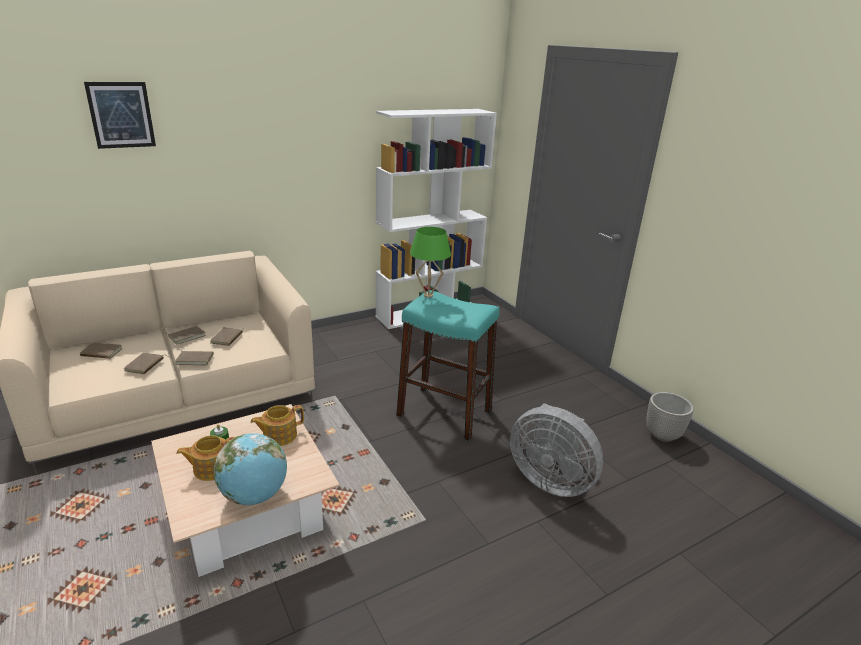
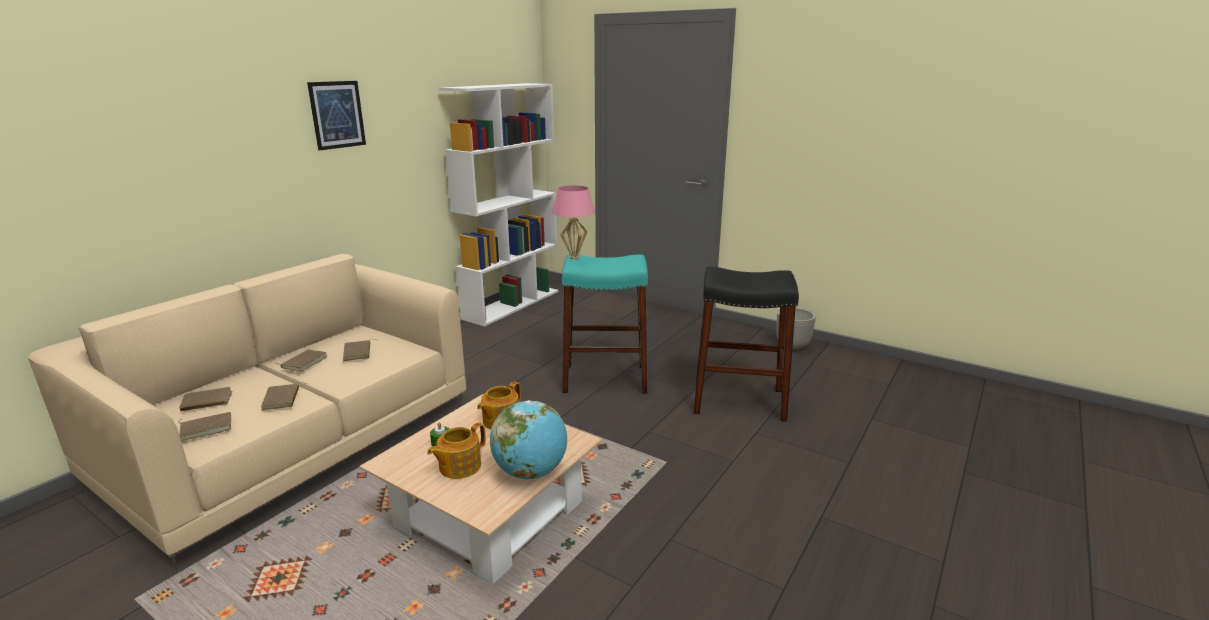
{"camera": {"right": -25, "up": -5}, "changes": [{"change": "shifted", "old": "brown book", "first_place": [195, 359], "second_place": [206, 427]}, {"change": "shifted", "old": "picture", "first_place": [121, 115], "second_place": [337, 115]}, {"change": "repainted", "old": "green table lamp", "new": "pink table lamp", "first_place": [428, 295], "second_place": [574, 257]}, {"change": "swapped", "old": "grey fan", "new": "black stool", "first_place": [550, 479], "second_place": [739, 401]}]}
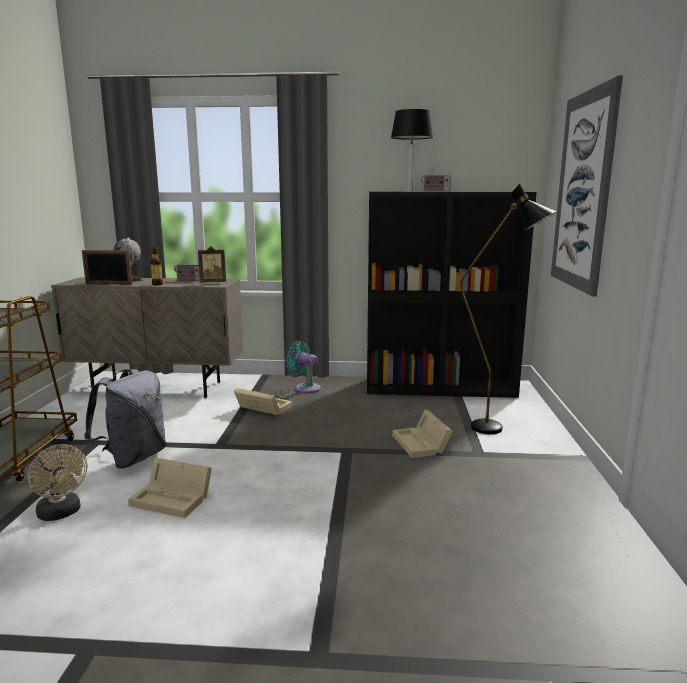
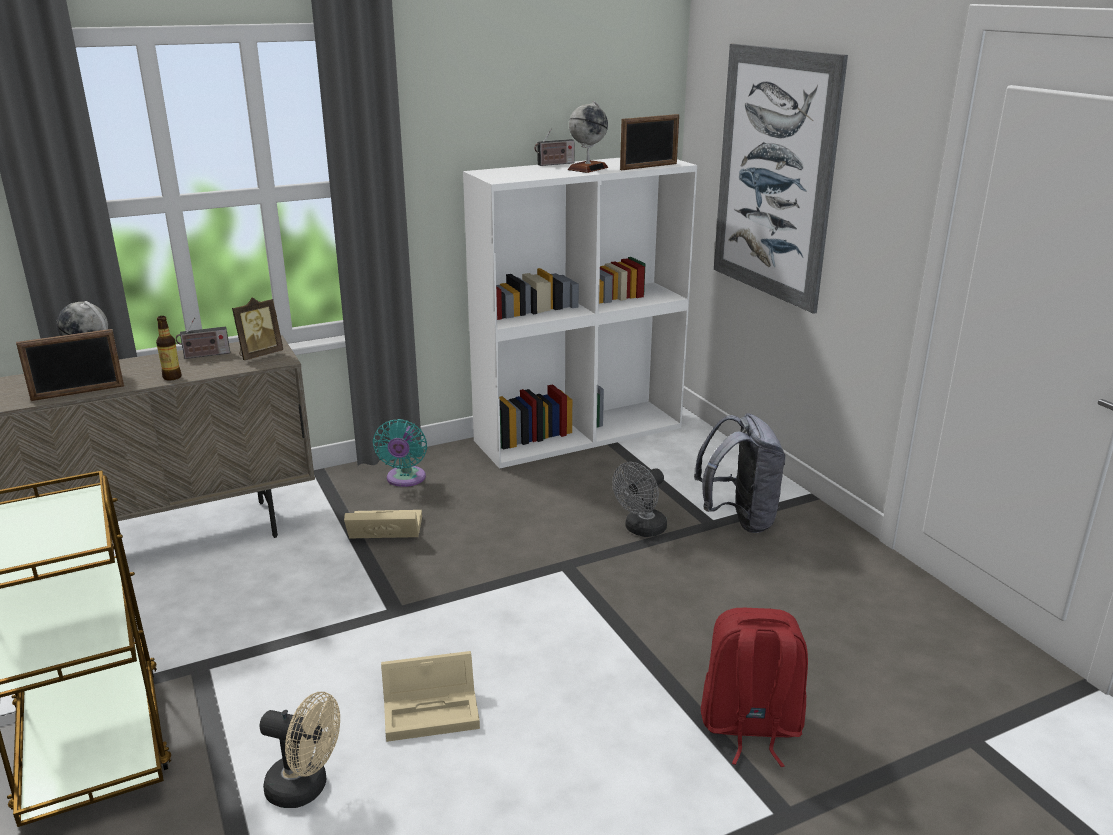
{"camera": {"right": -30, "up": 10}, "changes": [{"change": "rotated", "old": "turquoise fan", "first_place": [305, 388], "second_place": [405, 479], "degrees": -90}, {"change": "repainted", "old": "black bookcase", "new": "white bookcase", "first_place": [440, 387], "second_place": [579, 433]}, {"change": "new", "new": "globe", "second_place": [588, 168]}, {"change": "swapped", "old": "beige storage box", "new": "grey fan", "first_place": [422, 444], "second_place": [641, 530]}, {"change": "new", "new": "picture frame", "second_place": [649, 167]}, {"change": "shifted", "old": "grey backpack", "first_place": [133, 458], "second_place": [739, 519]}, {"change": "new", "new": "red backpack", "second_place": [750, 727]}, {"change": "gone", "old": "black table lamp", "first_place": [410, 191]}, {"change": "gone", "old": "black floor lamp", "first_place": [498, 430]}]}
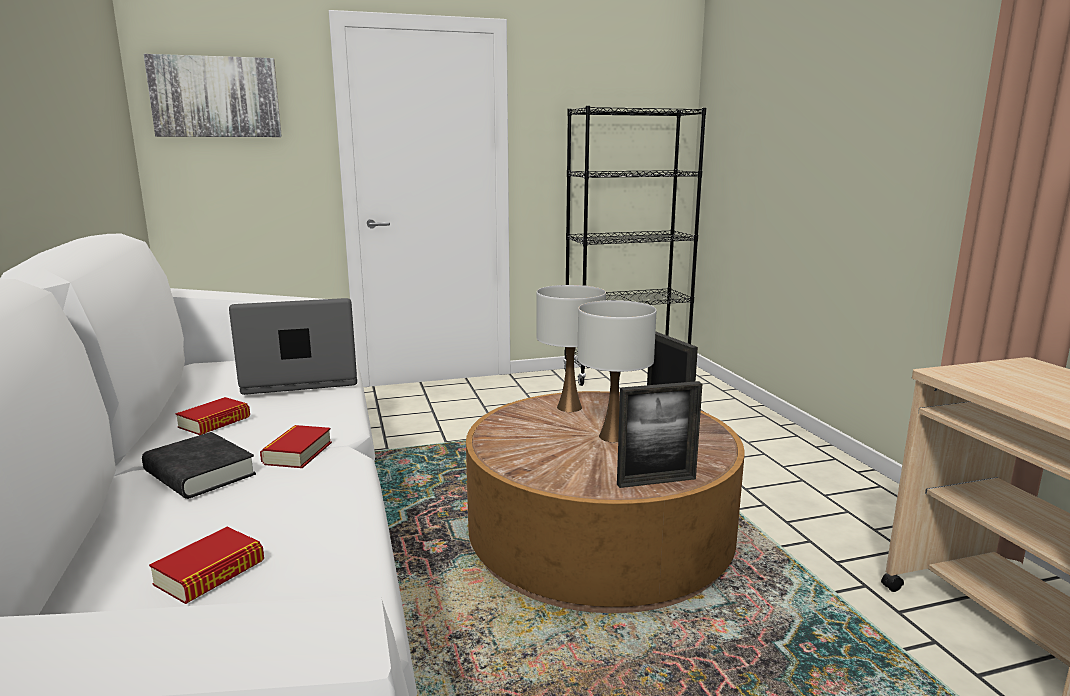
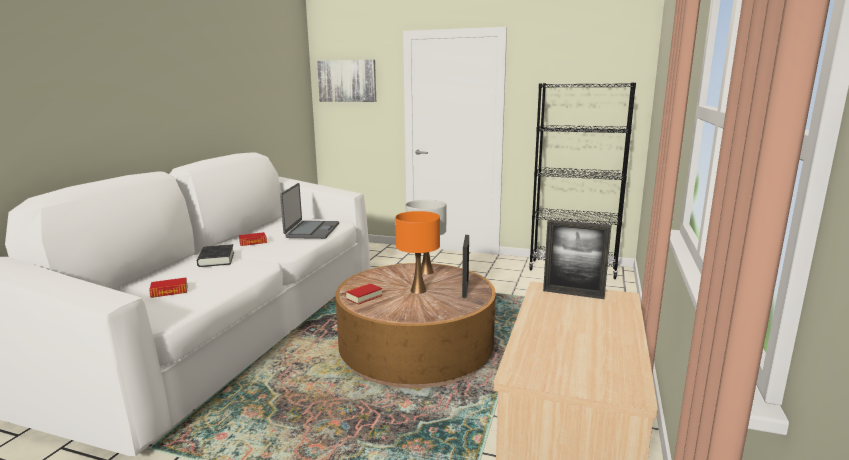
{"camera": {"right": 35, "up": 0}, "changes": [{"change": "rotated", "old": "laptop", "first_place": [301, 379], "second_place": [312, 231], "degrees": 75}, {"change": "shifted", "old": "book", "first_place": [297, 453], "second_place": [364, 297]}, {"change": "repainted", "old": "white table lamp", "new": "orange table lamp", "first_place": [612, 436], "second_place": [418, 290]}, {"change": "shifted", "old": "picture frame", "first_place": [656, 481], "second_place": [573, 294]}]}
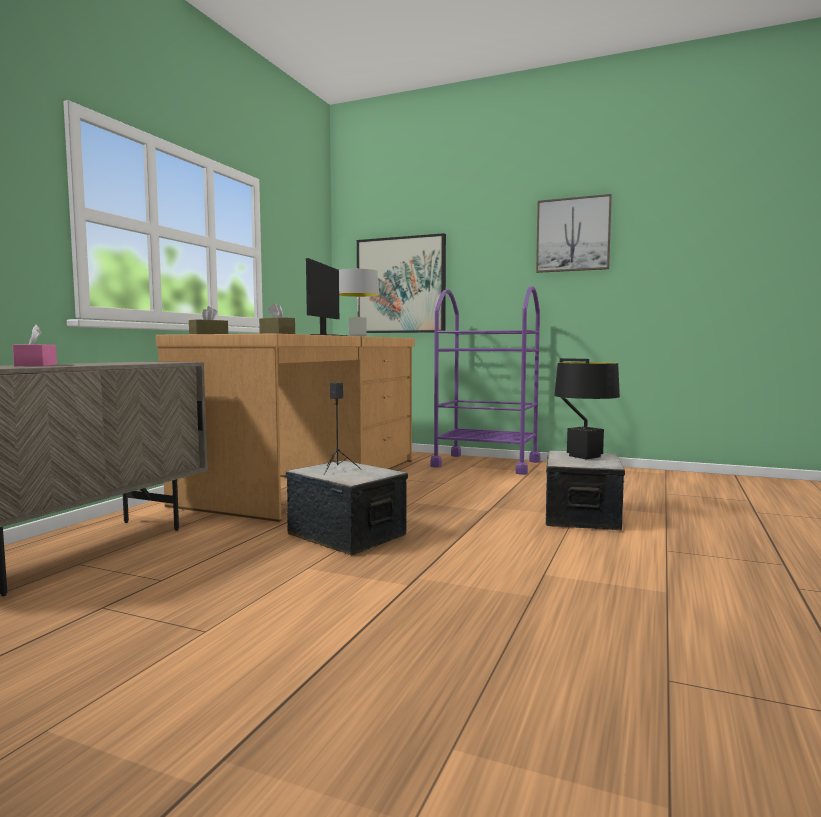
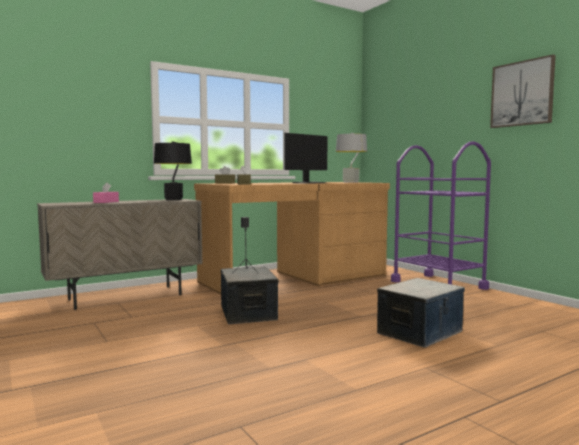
{"camera": {"right": 35, "up": 0}, "changes": [{"change": "shifted", "old": "black table lamp", "first_place": [584, 456], "second_place": [174, 199]}, {"change": "gone", "old": "picture", "first_place": [401, 285]}]}
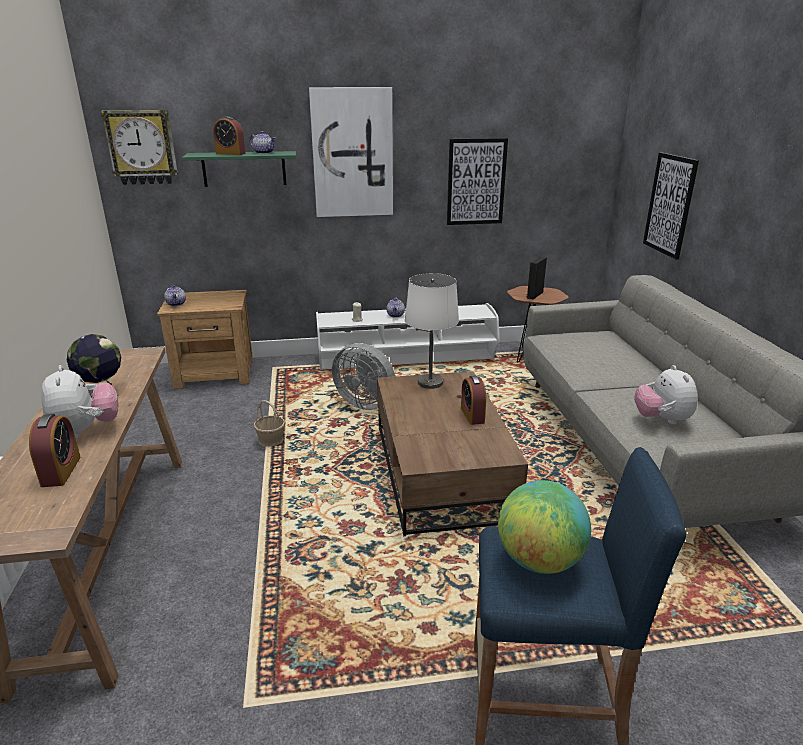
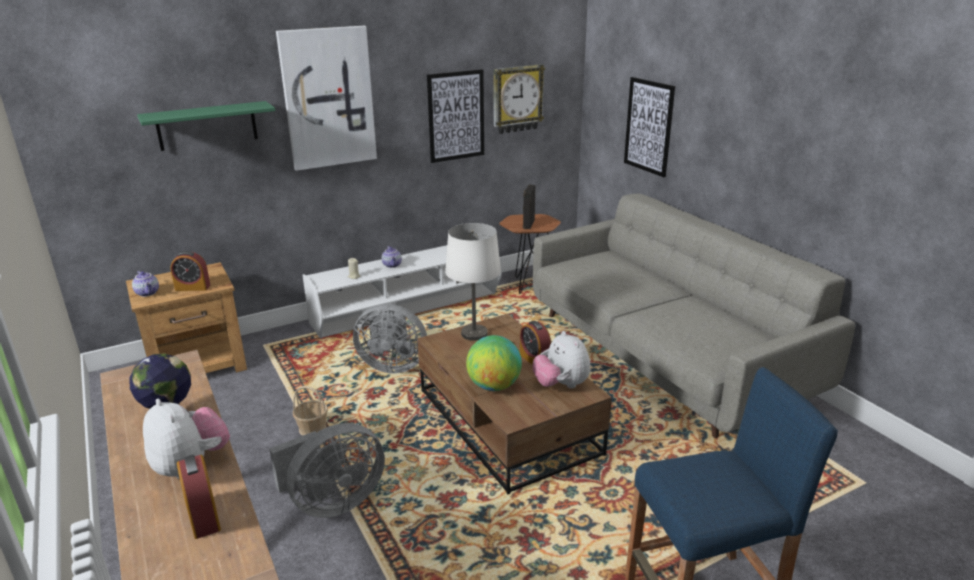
{"camera": {"right": -20, "up": 0}, "changes": [{"change": "shifted", "old": "alarm clock", "first_place": [230, 153], "second_place": [193, 287]}, {"change": "new", "new": "grey fan", "second_place": [333, 502]}, {"change": "shifted", "old": "globe", "first_place": [539, 560], "second_place": [494, 386]}, {"change": "shifted", "old": "wall clock", "first_place": [142, 147], "second_place": [517, 99]}, {"change": "shifted", "old": "plush toy", "first_place": [661, 419], "second_place": [561, 385]}, {"change": "gone", "old": "teapot", "first_place": [264, 153]}]}
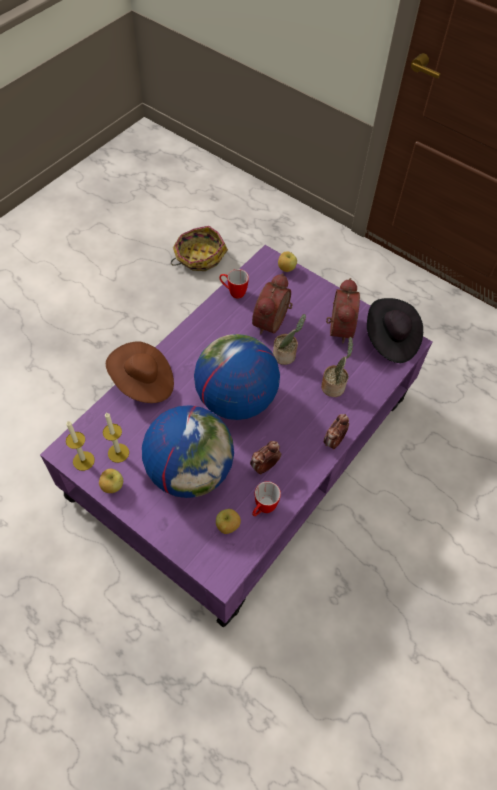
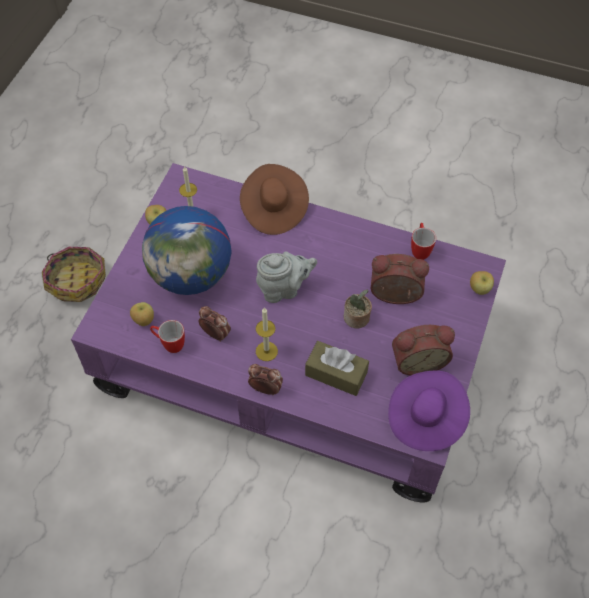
{"camera": {"right": 75, "up": 0}, "changes": [{"change": "shifted", "old": "basket", "first_place": [199, 256], "second_place": [77, 280]}, {"change": "swapped", "old": "globe", "new": "grey teapot", "first_place": [236, 399], "second_place": [283, 289]}, {"change": "shifted", "old": "candle", "first_place": [83, 461], "second_place": [266, 351]}, {"change": "swapped", "old": "potted plant", "new": "brown tissue box", "first_place": [334, 386], "second_place": [336, 373]}, {"change": "repainted", "old": "black hat", "new": "purple hat", "first_place": [390, 340], "second_place": [425, 418]}]}
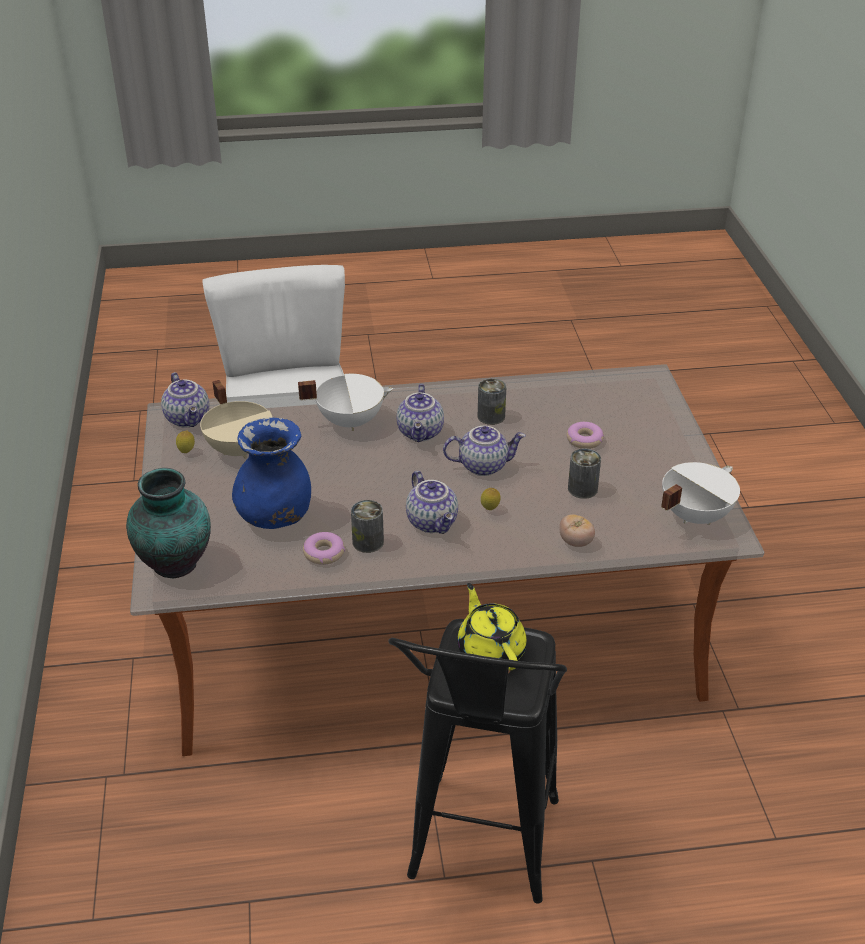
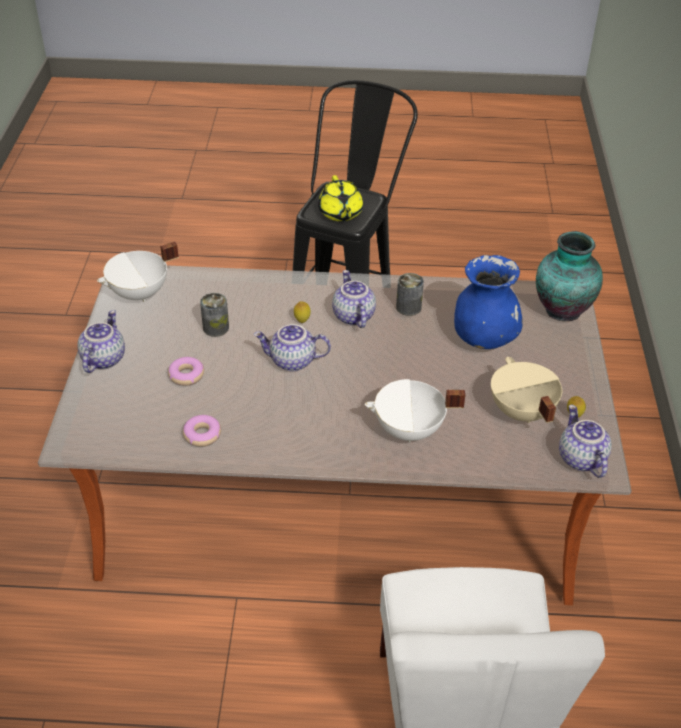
{"camera": {"right": -170, "up": 5}, "changes": [{"change": "shifted", "old": "teapot", "first_place": [421, 432], "second_place": [103, 358]}, {"change": "shifted", "old": "donut", "first_place": [324, 553], "second_place": [202, 434]}, {"change": "gone", "old": "can", "first_place": [491, 416]}, {"change": "gone", "old": "tomato", "first_place": [575, 542]}]}
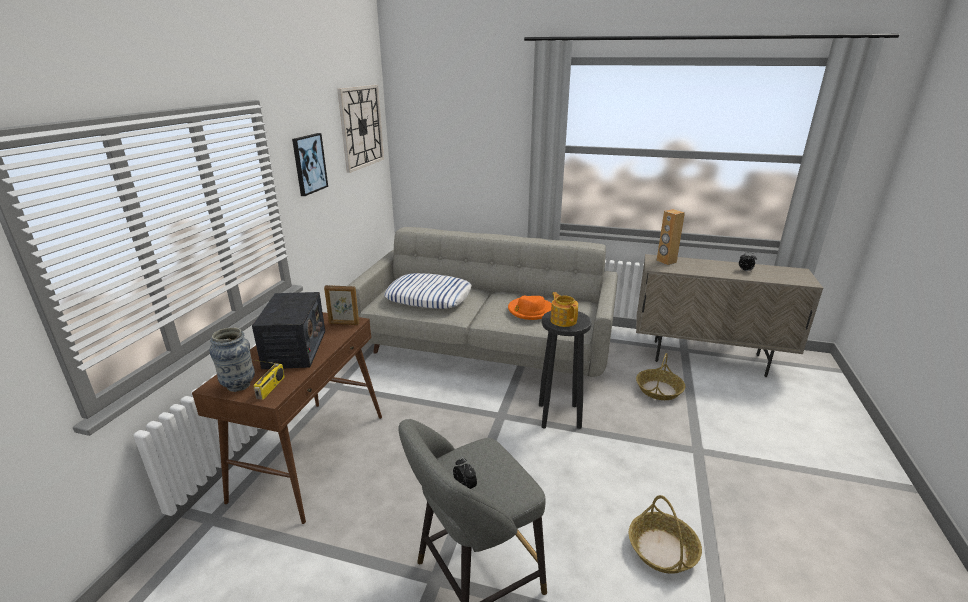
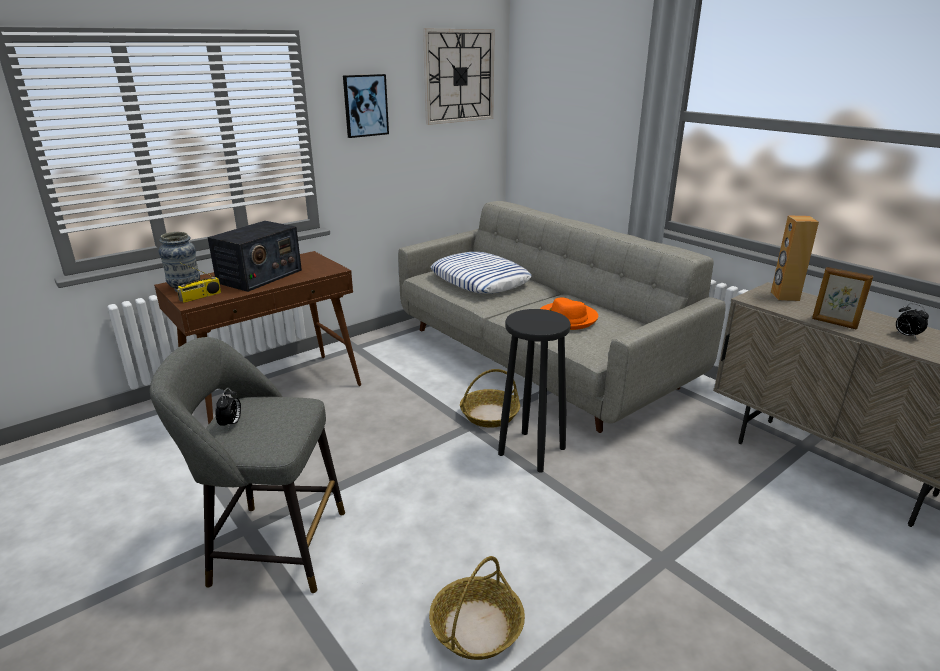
{"camera": {"right": 35, "up": 0}, "changes": [{"change": "shifted", "old": "basket", "first_place": [658, 389], "second_place": [490, 415]}, {"change": "shifted", "old": "picture frame", "first_place": [344, 324], "second_place": [834, 323]}, {"change": "gone", "old": "teapot", "first_place": [563, 320]}]}
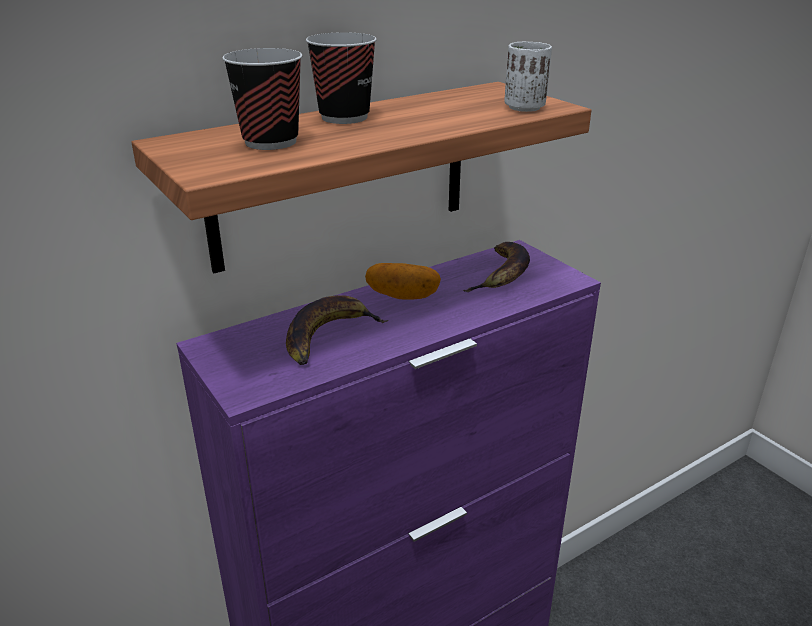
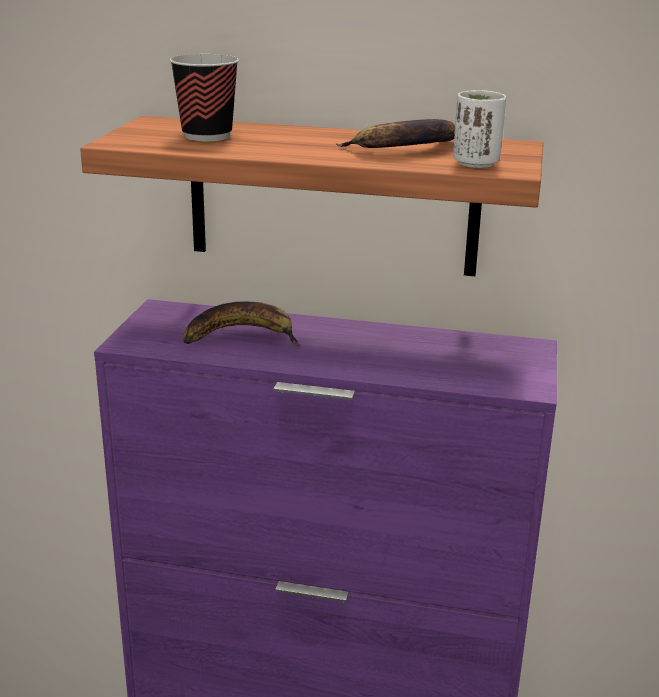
{"camera": {"right": 45, "up": -5}, "changes": [{"change": "shifted", "old": "banana", "first_place": [501, 274], "second_place": [405, 148]}, {"change": "gone", "old": "cup", "first_place": [344, 117]}, {"change": "gone", "old": "potato", "first_place": [402, 296]}]}
